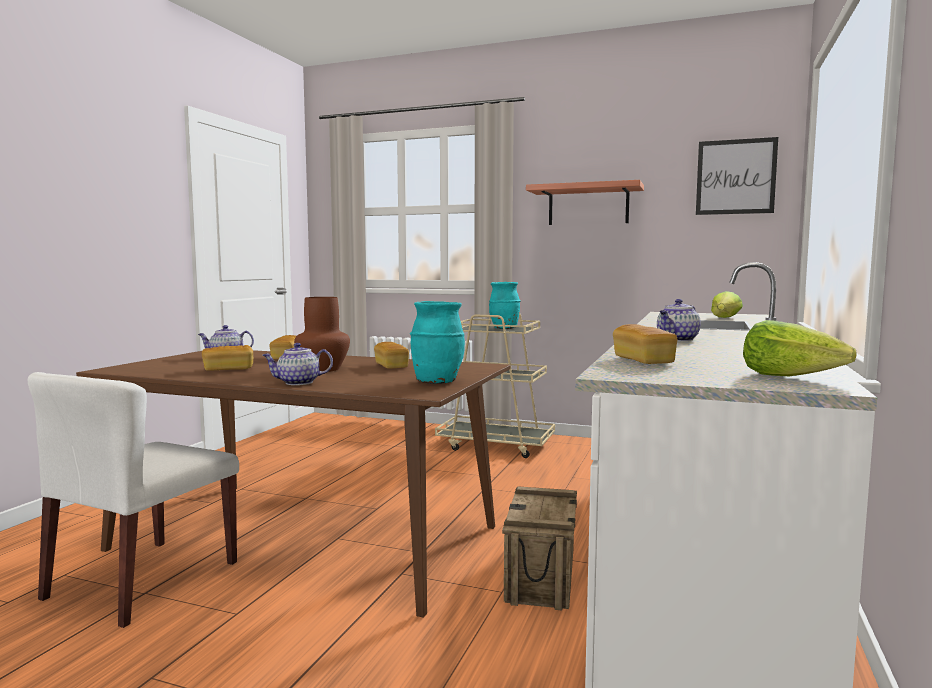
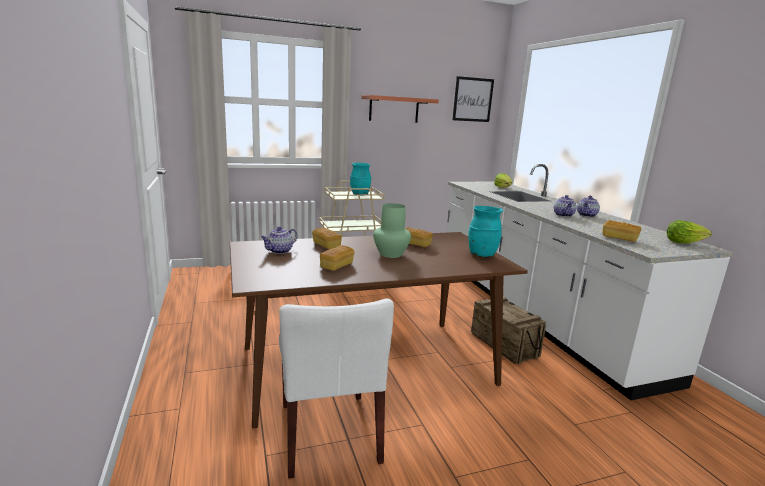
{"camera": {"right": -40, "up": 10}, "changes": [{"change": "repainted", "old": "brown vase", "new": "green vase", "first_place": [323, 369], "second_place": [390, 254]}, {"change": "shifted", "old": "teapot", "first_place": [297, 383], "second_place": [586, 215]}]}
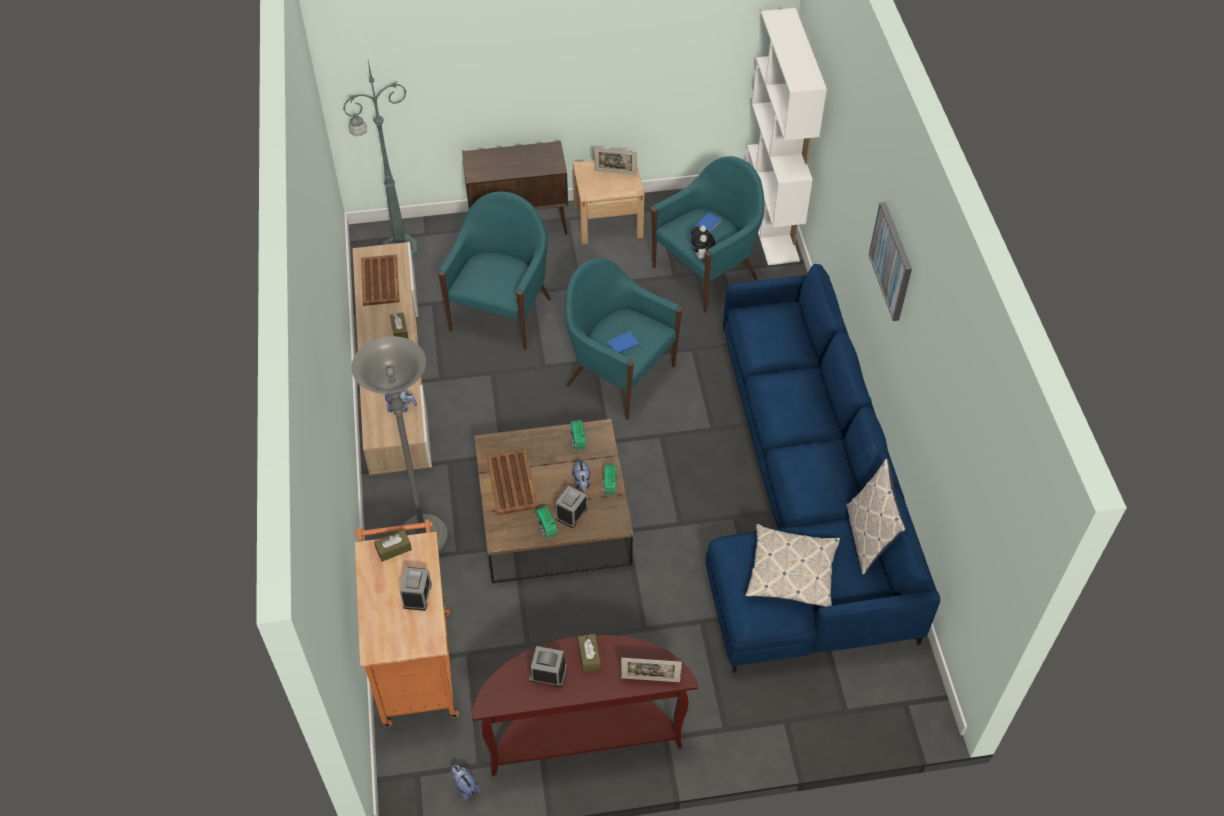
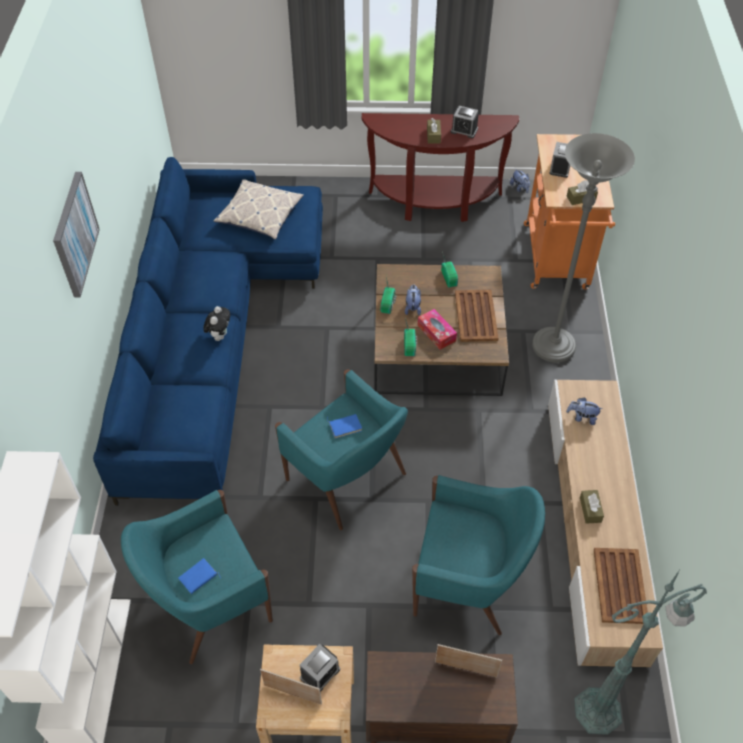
{"camera": {"right": -170, "up": 0}, "changes": [{"change": "shifted", "old": "plush toy", "first_place": [702, 256], "second_place": [219, 335]}, {"change": "shifted", "old": "alarm clock", "first_place": [571, 513], "second_place": [320, 673]}, {"change": "rotated", "old": "turquoise armchair", "first_place": [501, 312], "second_place": [468, 581], "degrees": -105}, {"change": "new", "new": "tissue box", "second_place": [436, 333]}, {"change": "shifted", "old": "picture frame", "first_place": [650, 679], "second_place": [466, 669]}, {"change": "gone", "old": "pillow", "first_place": [868, 538]}]}
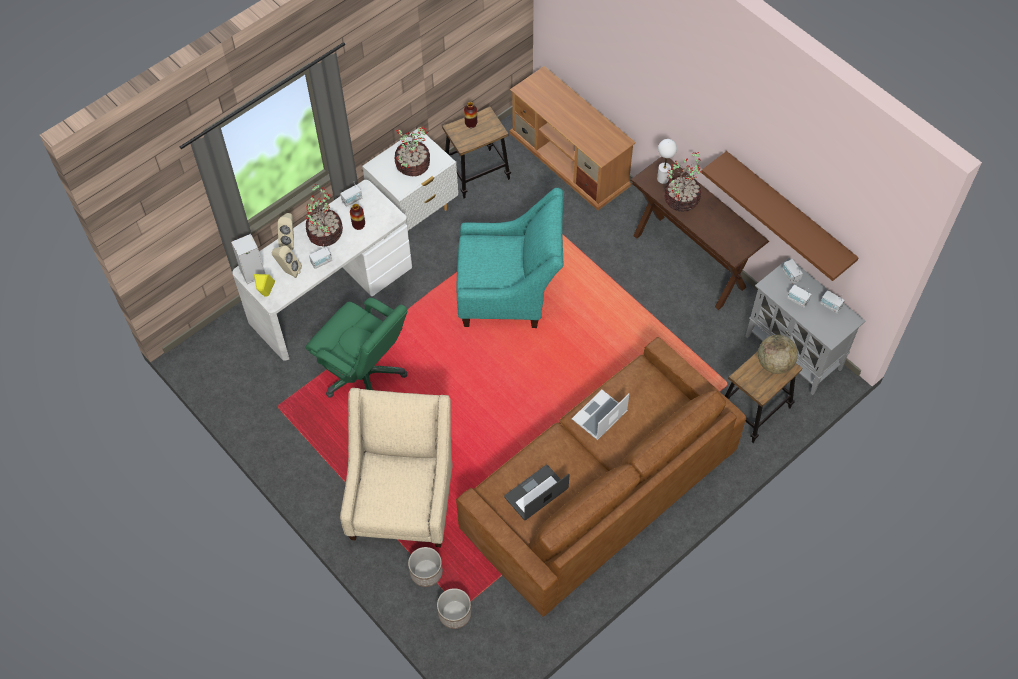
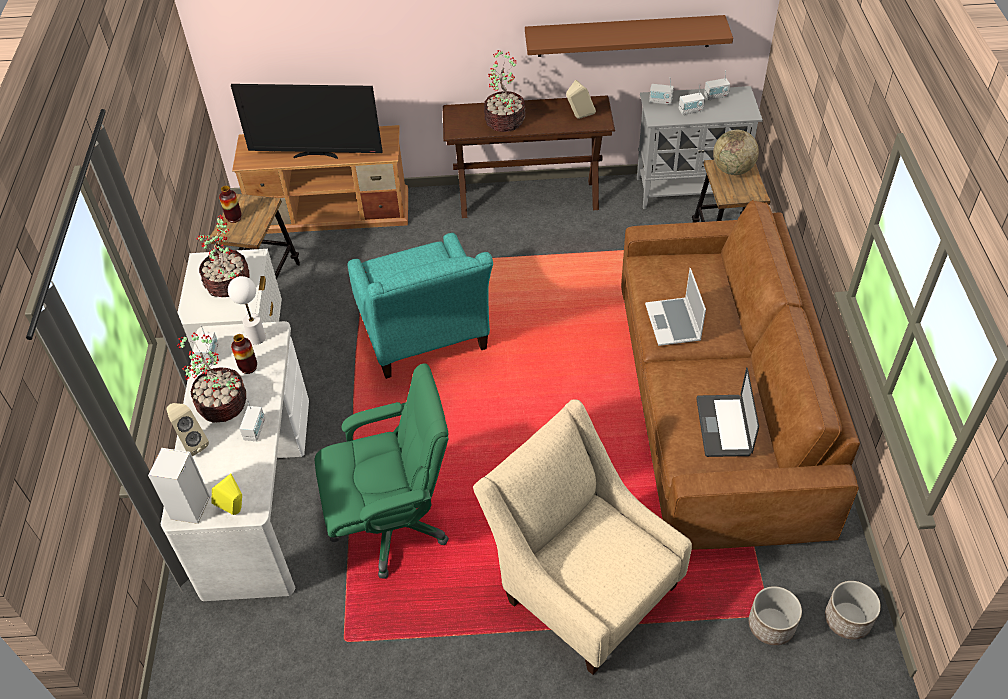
{"camera": {"right": -50, "up": -10}, "changes": [{"change": "shifted", "old": "white table lamp", "first_place": [662, 179], "second_place": [256, 338]}, {"change": "new", "new": "television", "second_place": [317, 155]}, {"change": "rotated", "old": "turquoise armchair", "first_place": [510, 293], "second_place": [426, 340], "degrees": 120}, {"change": "shifted", "old": "beige speaker", "first_place": [288, 271], "second_place": [579, 118]}, {"change": "shifted", "old": "planter", "first_place": [426, 572], "second_place": [847, 620]}]}
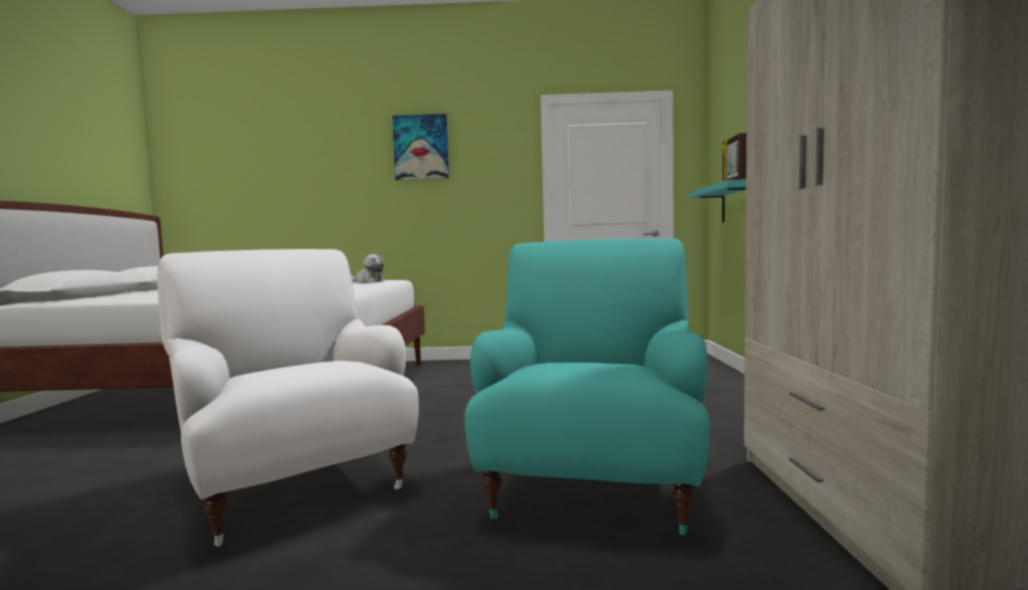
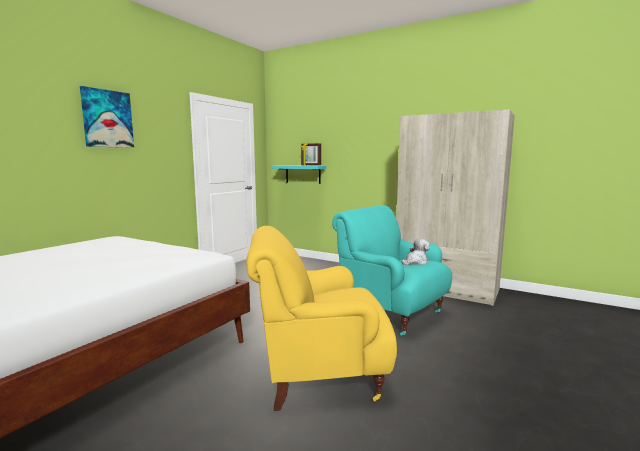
{"camera": {"right": -60, "up": 5}, "changes": [{"change": "repainted", "old": "white armchair", "new": "yellow armchair", "first_place": [294, 486], "second_place": [318, 374]}, {"change": "shifted", "old": "plush toy", "first_place": [368, 282], "second_place": [416, 262]}]}
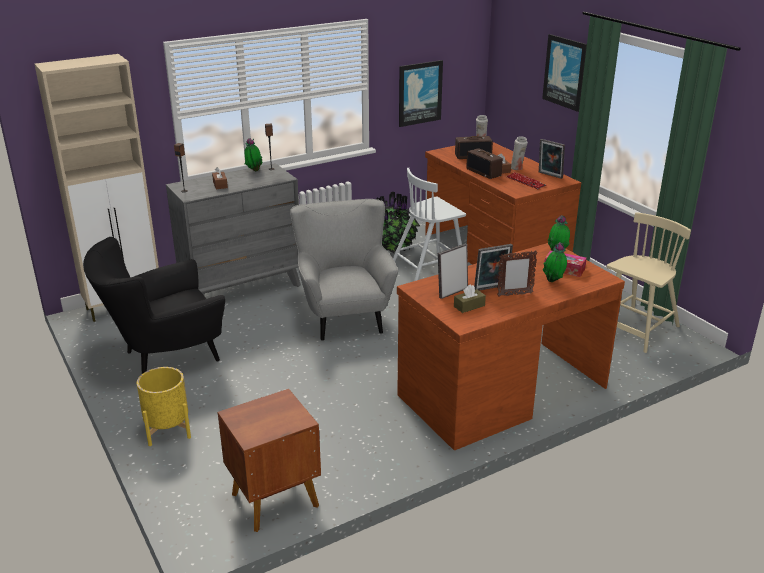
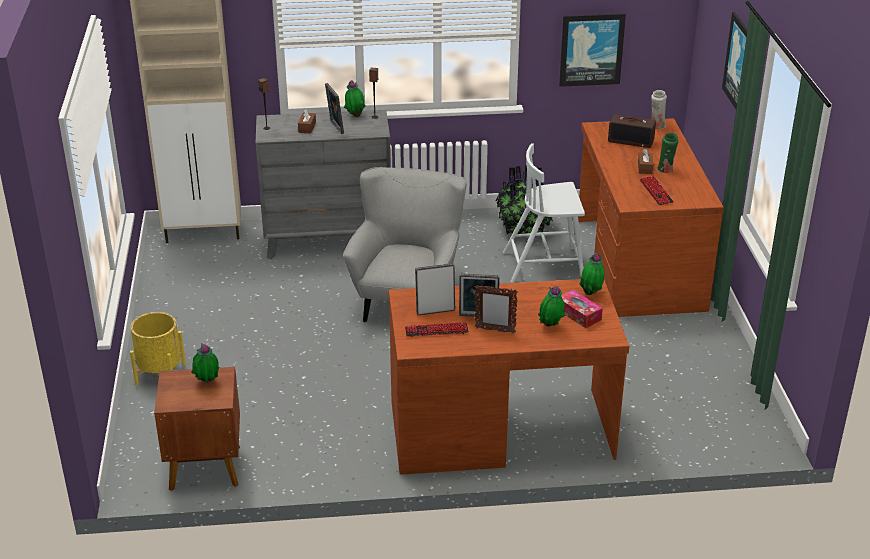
{"camera": {"right": 25, "up": 5}, "changes": [{"change": "new", "new": "potted plant", "second_place": [207, 383]}, {"change": "shifted", "old": "picture frame", "first_place": [549, 175], "second_place": [335, 127]}, {"change": "swapped", "old": "brown tissue box", "new": "keyboard", "first_place": [469, 306], "second_place": [436, 331]}, {"change": "repainted", "old": "white vase", "new": "green vase", "first_place": [517, 168], "second_place": [666, 170]}, {"change": "gone", "old": "black armchair", "first_place": [165, 357]}, {"change": "gone", "old": "radio", "first_place": [484, 172]}, {"change": "gone", "old": "beige chair", "first_place": [637, 330]}]}
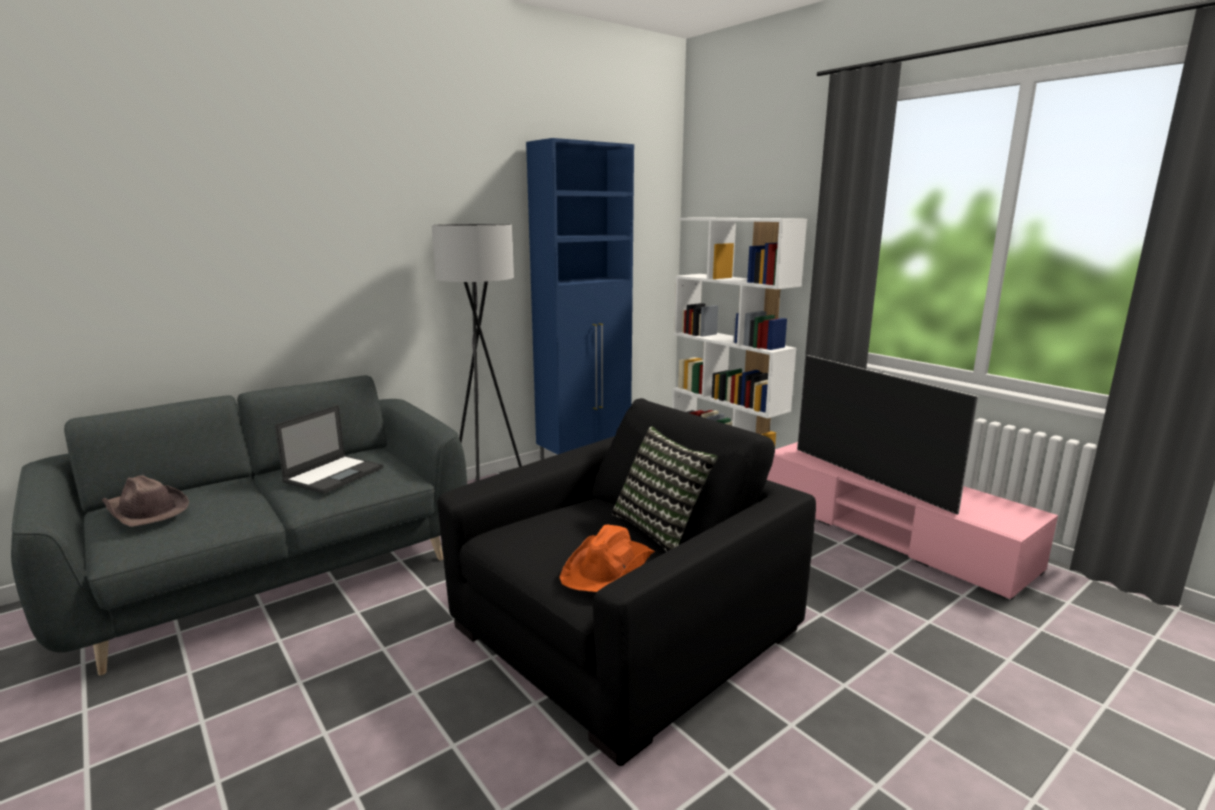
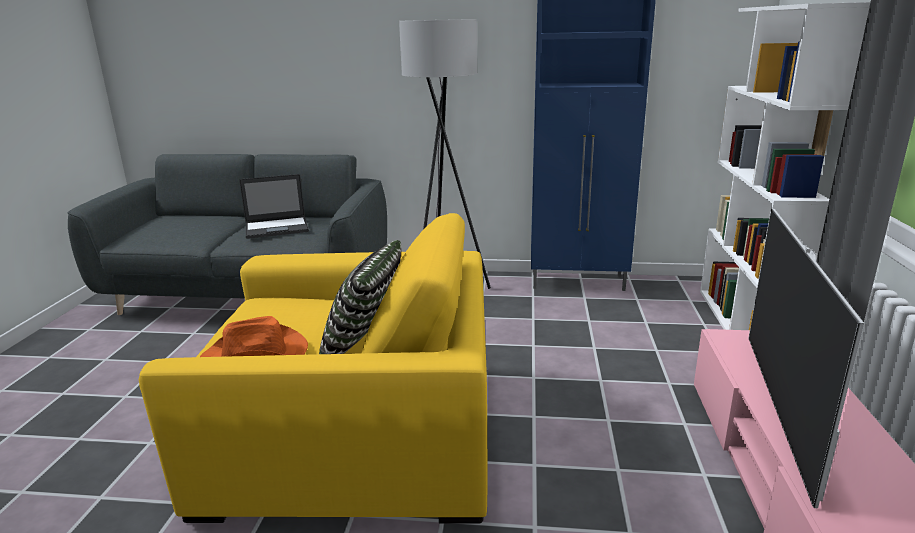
{"camera": {"right": 45, "up": 5}, "changes": [{"change": "repainted", "old": "black armchair", "new": "yellow armchair", "first_place": [624, 630], "second_place": [355, 434]}, {"change": "gone", "old": "brown hat", "first_place": [145, 510]}]}
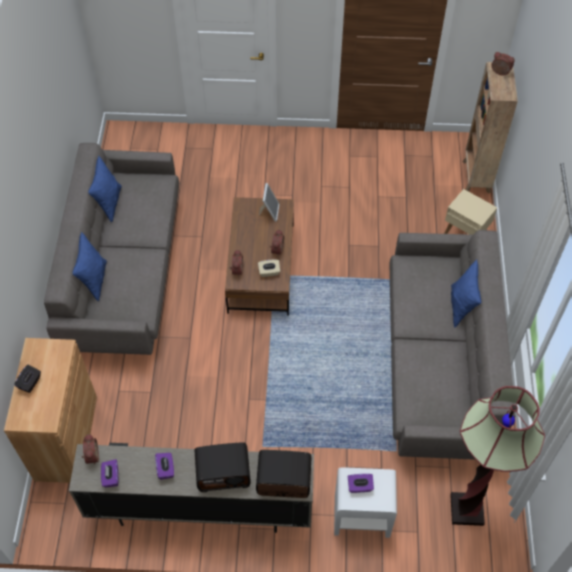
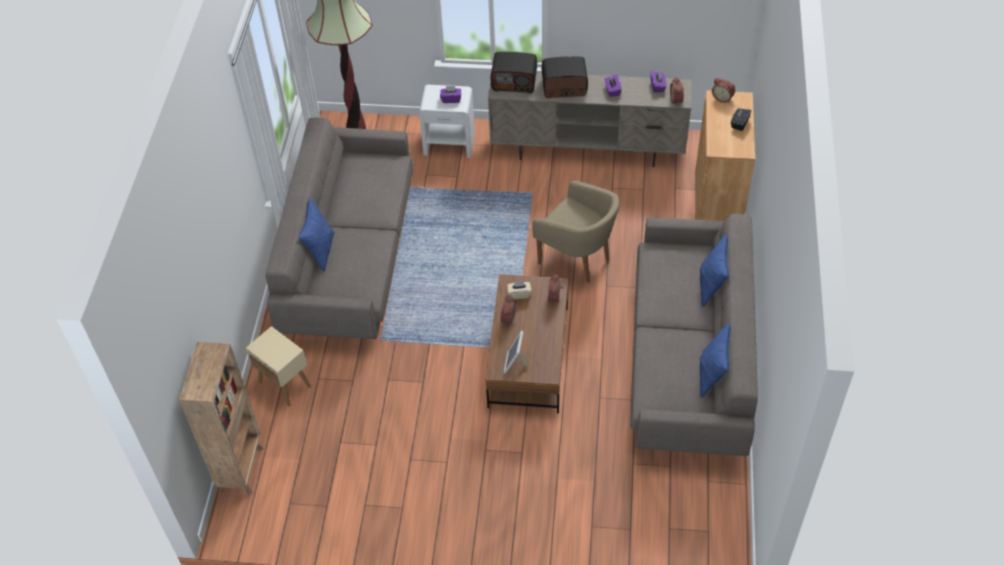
{"camera": {"right": -175, "up": -5}, "changes": [{"change": "new", "new": "beige armchair", "second_place": [577, 259]}, {"change": "shifted", "old": "alarm clock", "first_place": [500, 72], "second_place": [722, 98]}]}
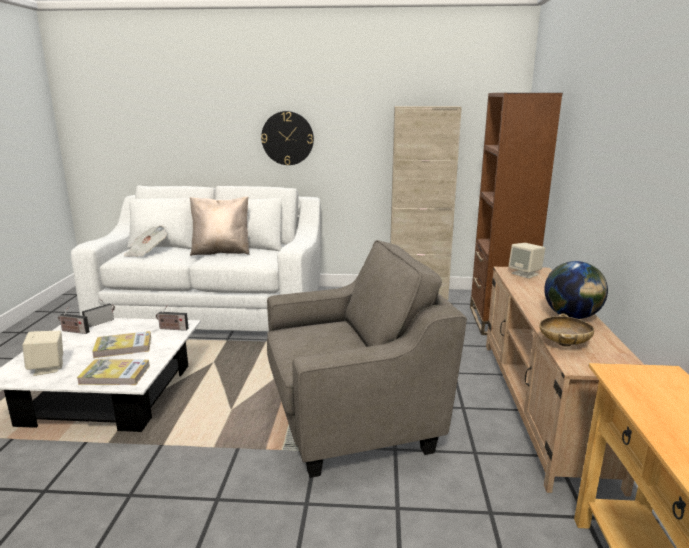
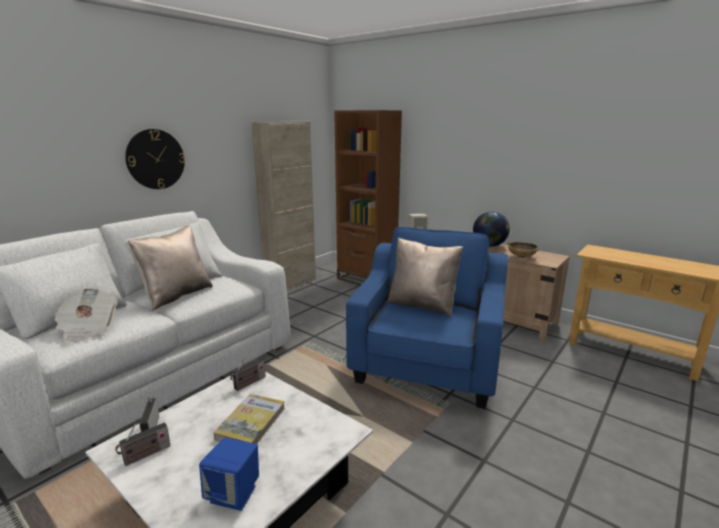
{"camera": {"right": -55, "up": 0}, "changes": [{"change": "repainted", "old": "beige speaker", "new": "blue speaker", "first_place": [48, 368], "second_place": [234, 494]}, {"change": "repainted", "old": "grey armchair", "new": "blue armchair", "first_place": [351, 417], "second_place": [427, 367]}, {"change": "new", "new": "beige pillow", "second_place": [422, 305]}, {"change": "gone", "old": "book", "first_place": [115, 375]}]}
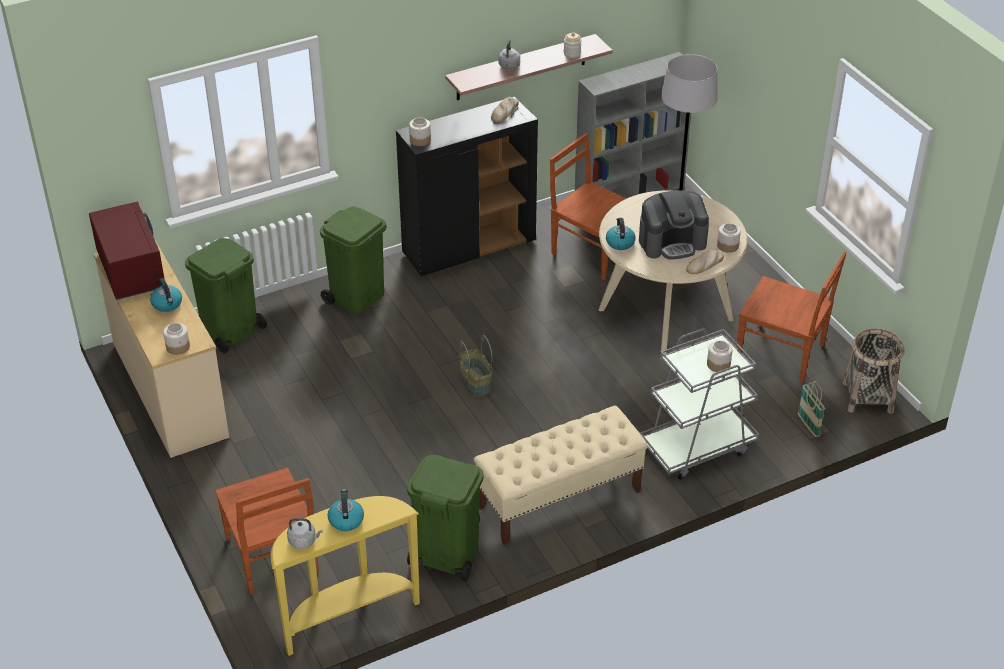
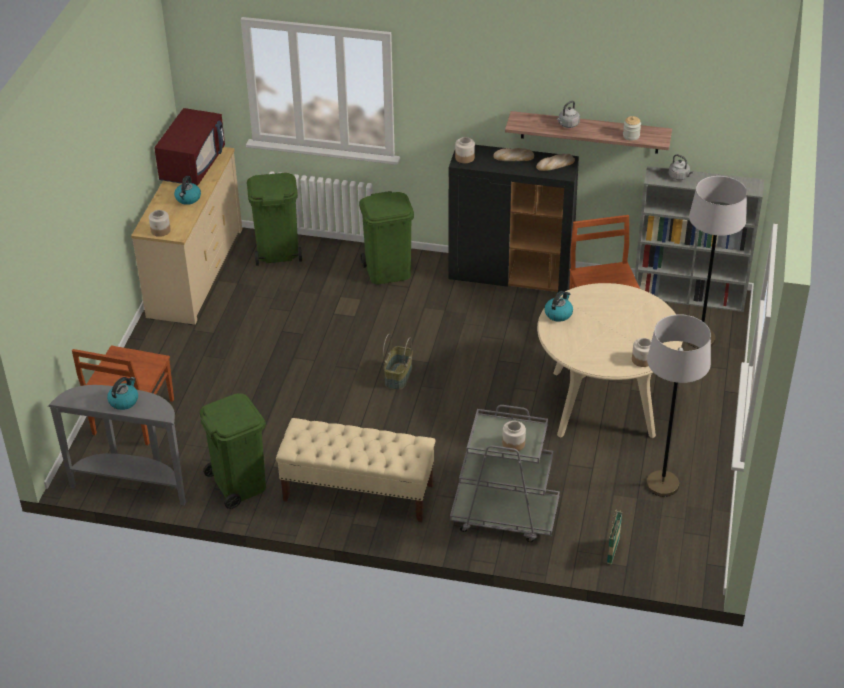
{"camera": {"right": 40, "up": 0}, "changes": [{"change": "repainted", "old": "yellow console table", "new": "grey console table", "first_place": [347, 616], "second_place": [132, 485]}, {"change": "shifted", "old": "bread", "first_place": [704, 264], "second_place": [513, 157]}, {"change": "swapped", "old": "brown chair", "new": "grey floor lamp", "first_place": [782, 353], "second_place": [662, 484]}, {"change": "shifted", "old": "grey kettle", "first_place": [304, 541], "second_place": [679, 177]}, {"change": "gone", "old": "coffee machine", "first_place": [672, 242]}, {"change": "gone", "old": "basket", "first_place": [868, 397]}]}
